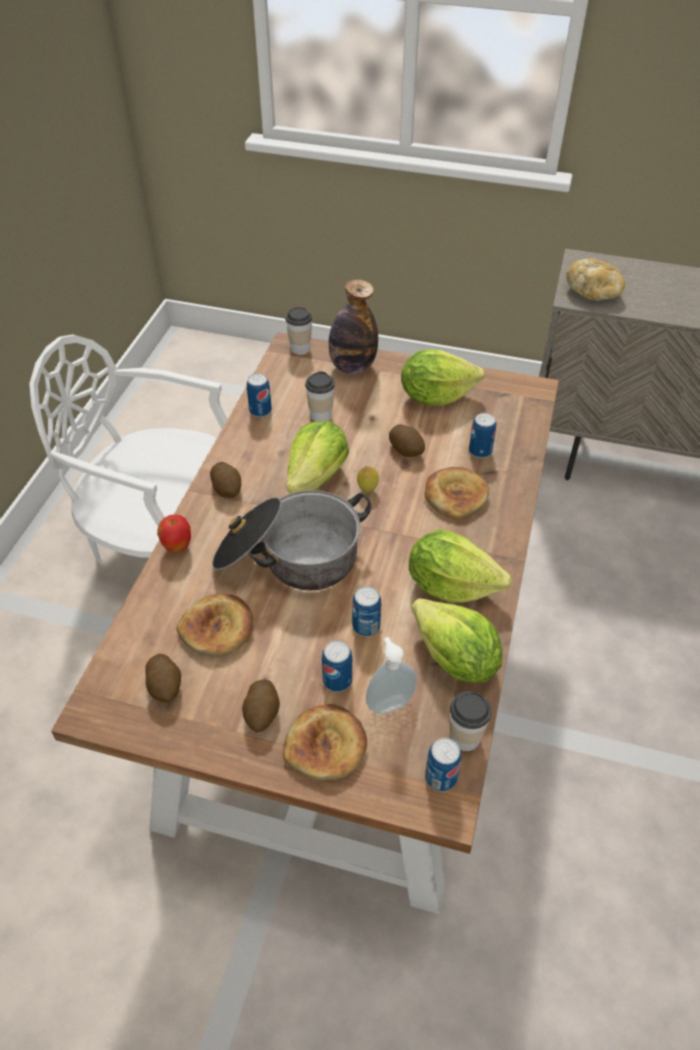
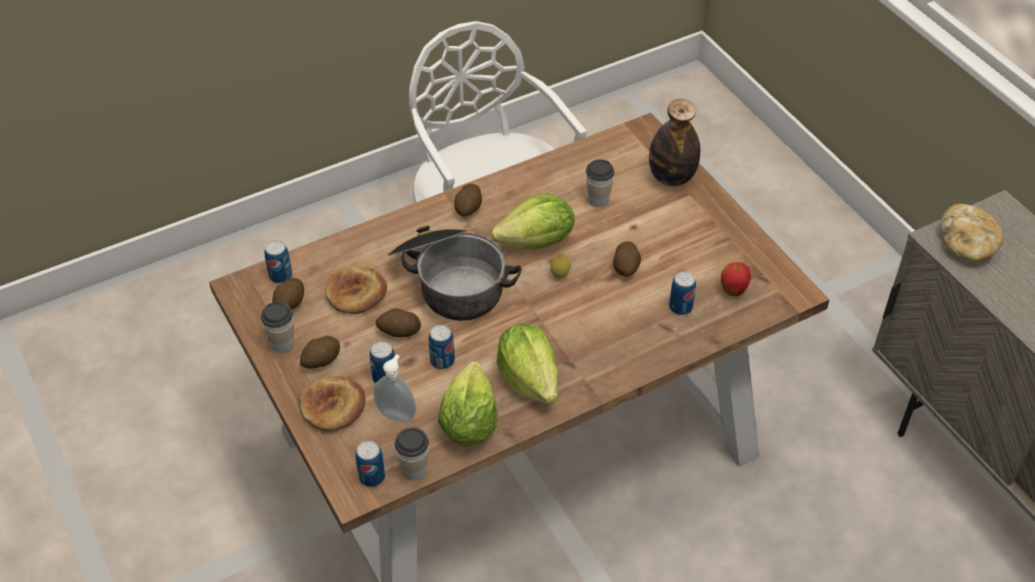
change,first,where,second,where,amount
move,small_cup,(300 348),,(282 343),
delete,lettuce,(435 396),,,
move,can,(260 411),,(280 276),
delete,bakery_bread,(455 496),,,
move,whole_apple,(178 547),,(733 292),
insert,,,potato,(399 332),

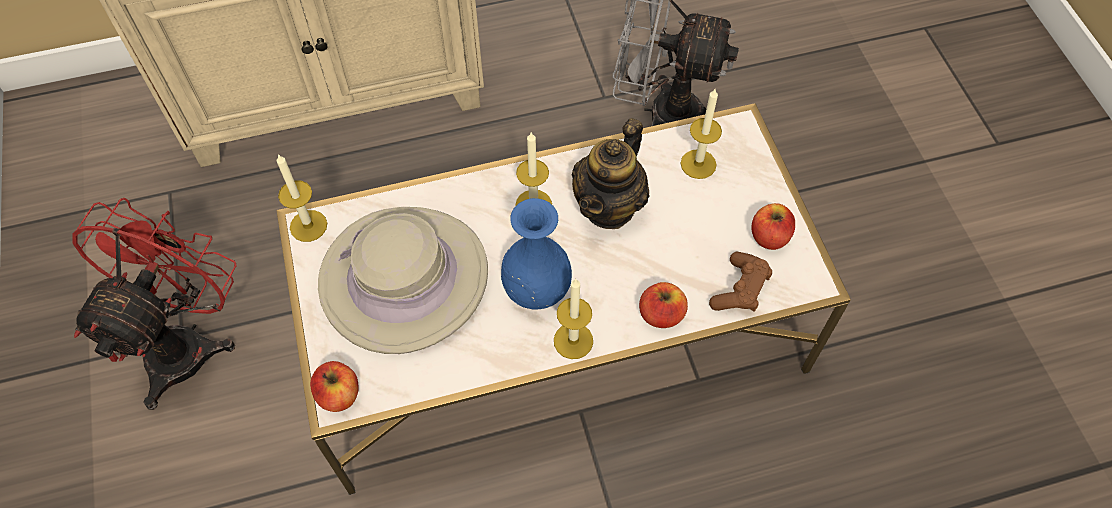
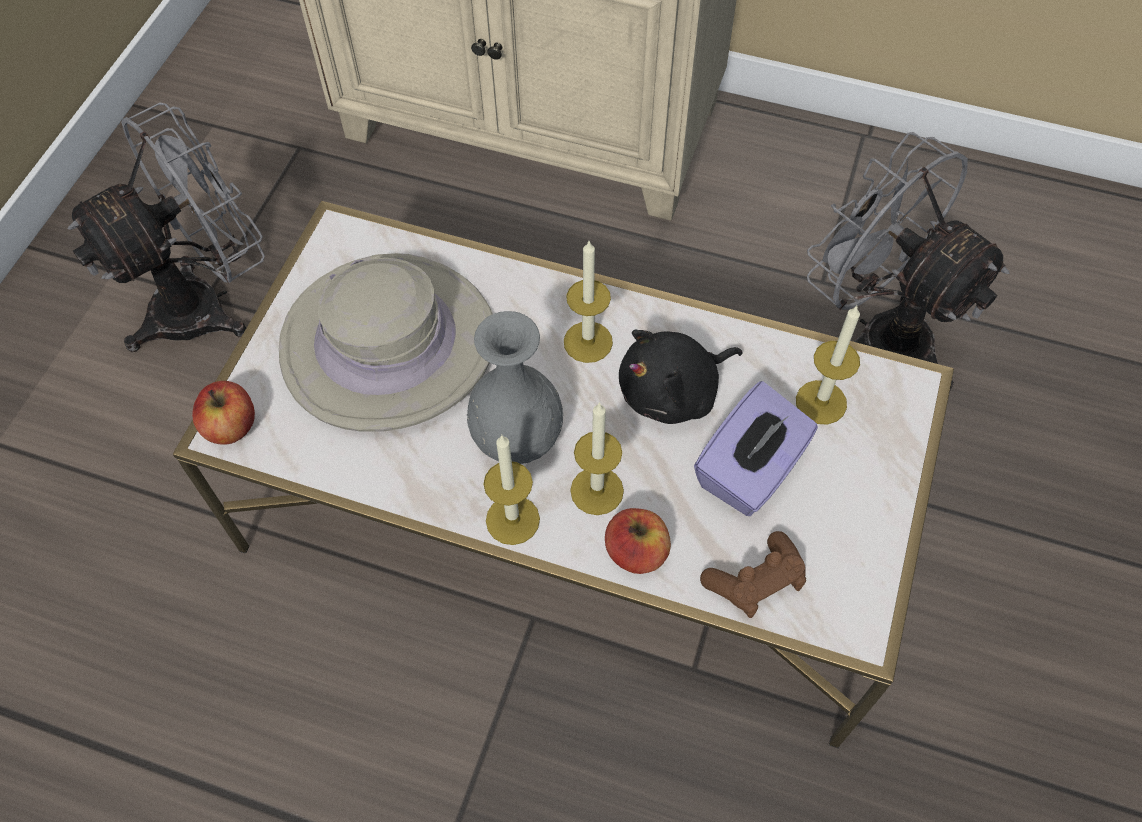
change,first,where,second,where,amount
replace,tea_pot,(609 206),black_cuddly_toy,(673 392),
move,wax_light,(308 226),,(597 490),
recolor,red_fan,(186 341),grey_fan,(207 303),
recolor,bluish_decorative_vase,(536 289),grey_decorative_vase,(518 437),
delete,whole_apple,(769 236),,,
insert,,,purple-coloured_box_of_tissues,(750 470),

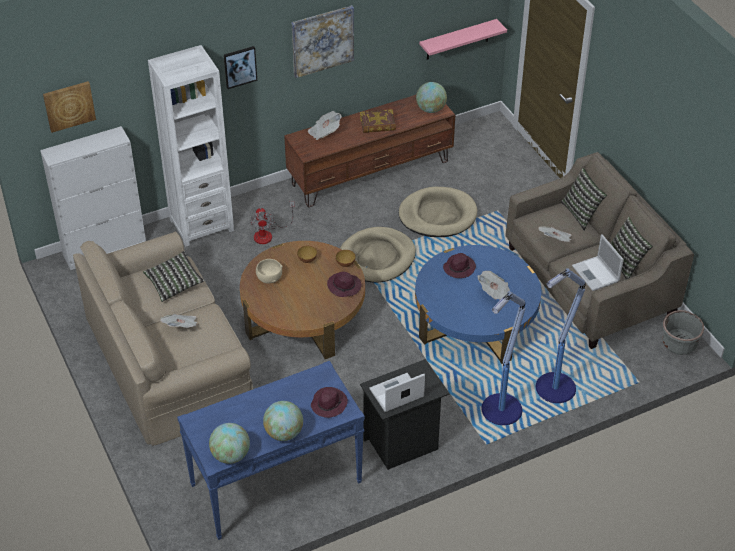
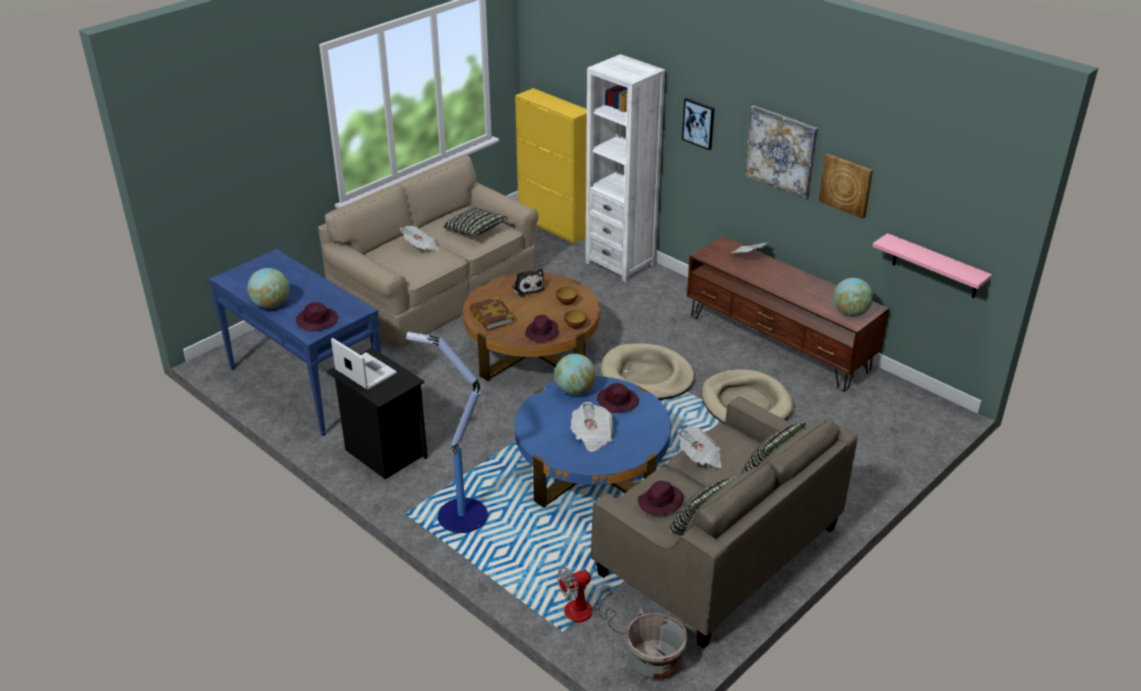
change,first,where,second,where,amount
move,wall_art,(69 105),,(846 185),
move,bound_book,(377 124),,(491 317),
recolor,white_cupboard,(105 249),yellow-coloured_cupboard,(554 225),
move,fan,(268 234),,(588 615),
replace,portable_computer,(596 274),purple-coloured_clothing_hat,(660 503),
replace,sand-coloured_deep_dish,(269 278),cuddly_toy,(527 287),
delete,floor_lamp,(554 389),,,
move,desk_globe,(230 455),,(575 390),

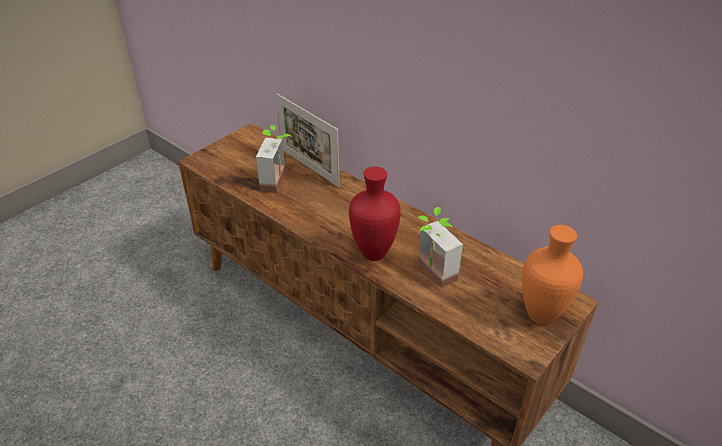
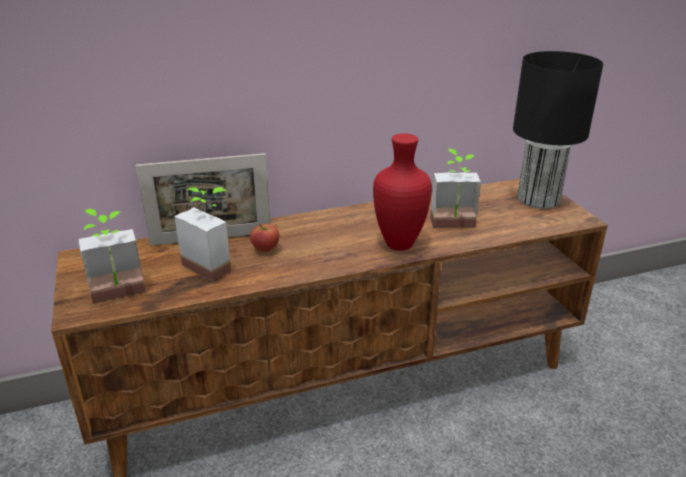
change,first,where,second,where,amount
replace,orange_decorative_vase,(539 314),black_table_lamp,(537 199),
insert,,,plant_in_a_pot,(119 296),
insert,,,whole_apple,(265 249),

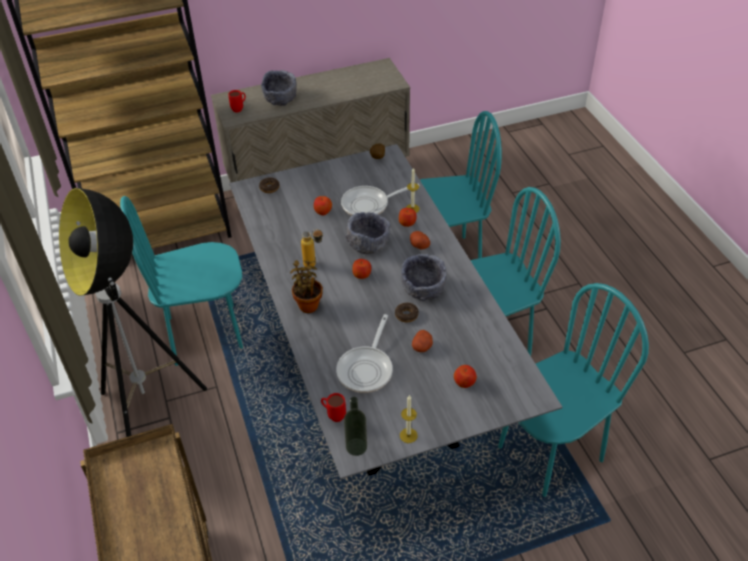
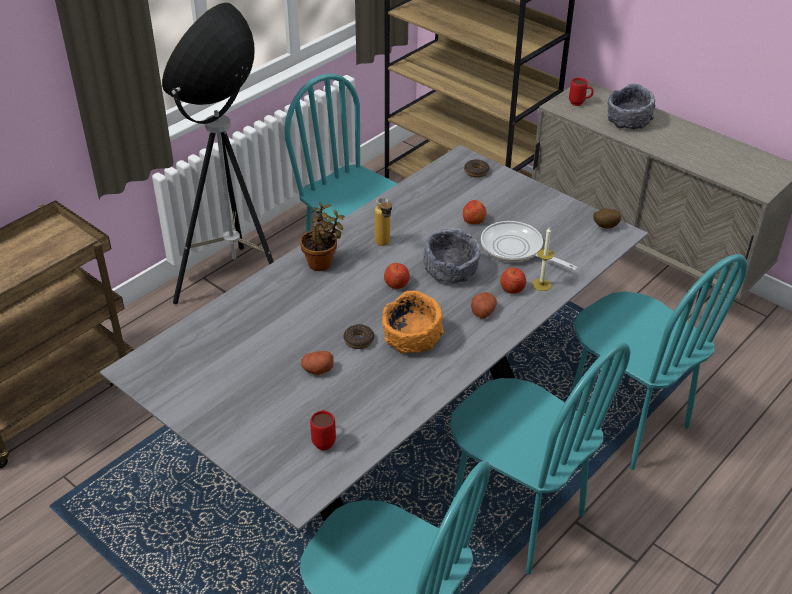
change,first,where,second,where,amount
recolor,grey_deep_dish,(423 288),orange_deep_dish,(412 339),
delete,frying_pan,(367 369),,,
delete,whole_apple,(464 382),,,
move,red_mug,(333 415),,(324 440),
delete,wax_light,(408 435),,,
delete,drink_bottle,(356 446),,,

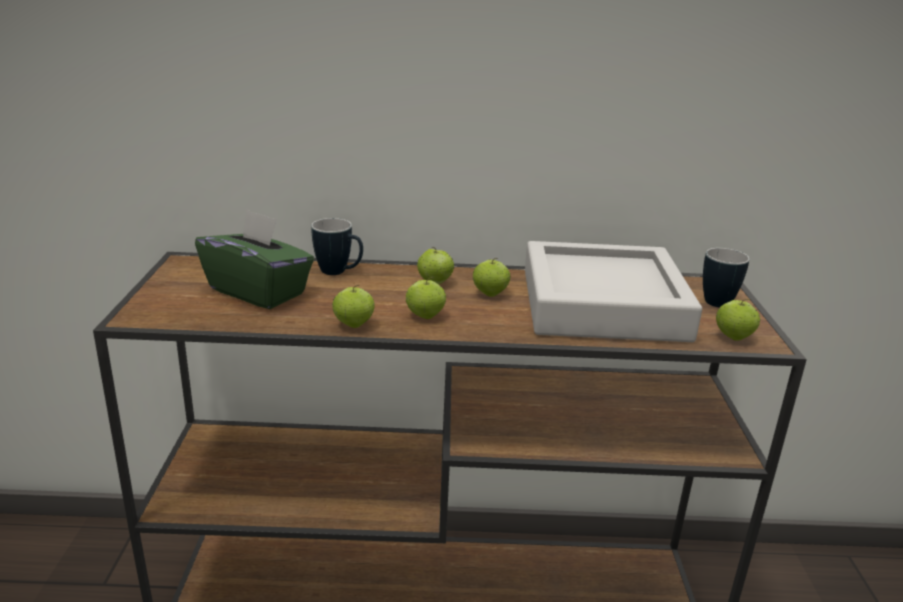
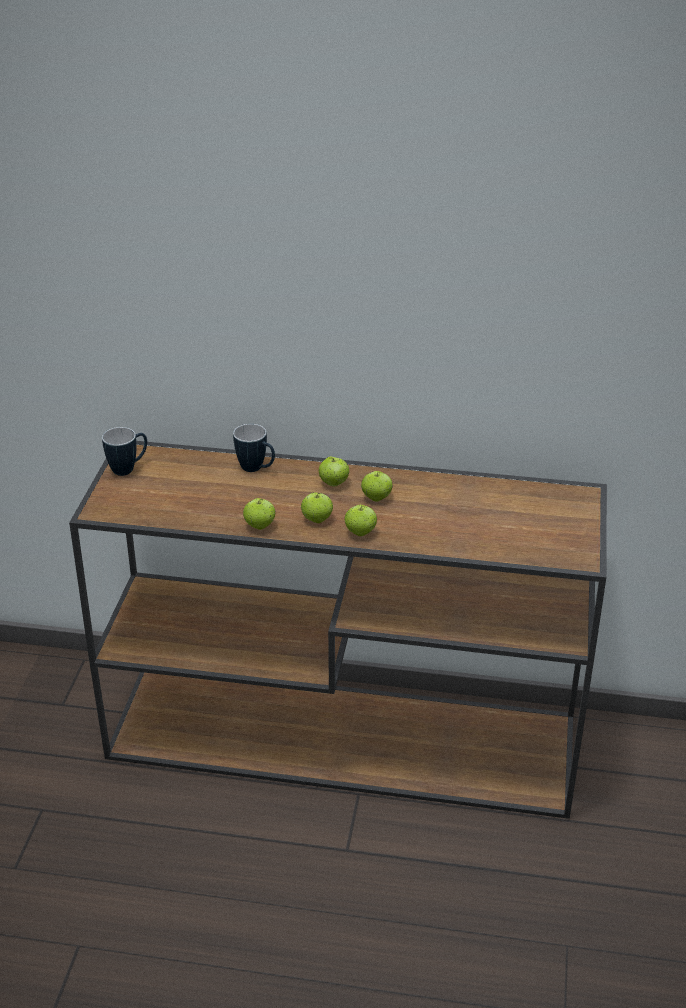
change,first,where,second,where,amount
delete,green-coloured_box_of_tissues,(258 291),,,
delete,grey_tray,(602 304),,,
move,mug,(721 301),,(128 468),
move,whole_apple,(733 337),,(360 532),

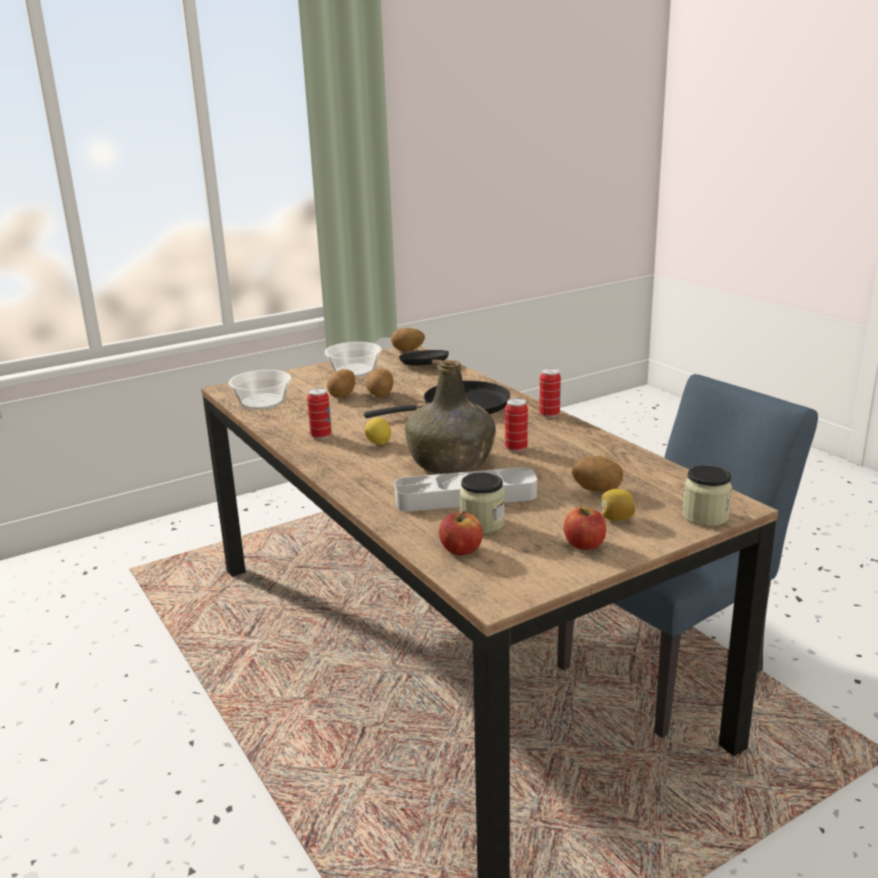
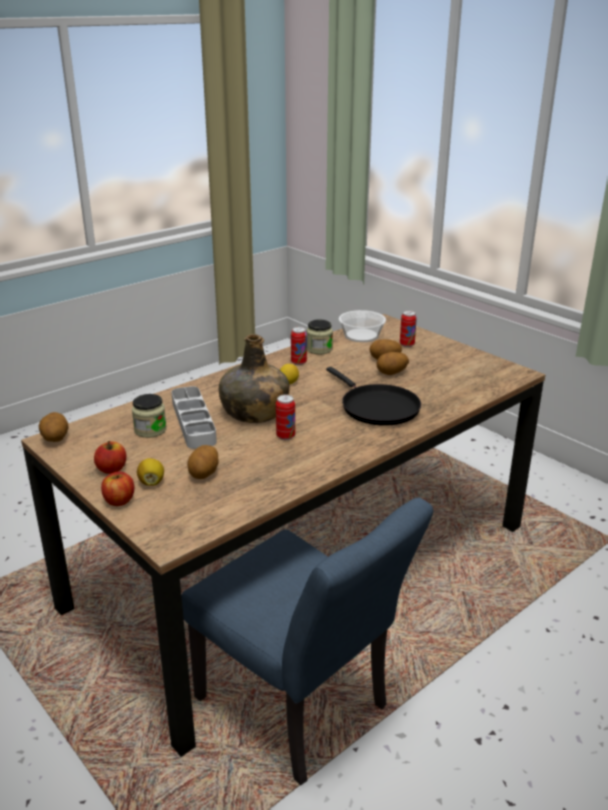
change,first,where,second,where,amount
move,potato,(408 350),,(55 439),
delete,deep_dish,(353 370),,,
delete,black_frying_pan,(426 366),,,
move,can,(549 415),,(407 345),
move,storage_jar,(705 516),,(319 349),
move,whole_apple,(461 550),,(119 501),

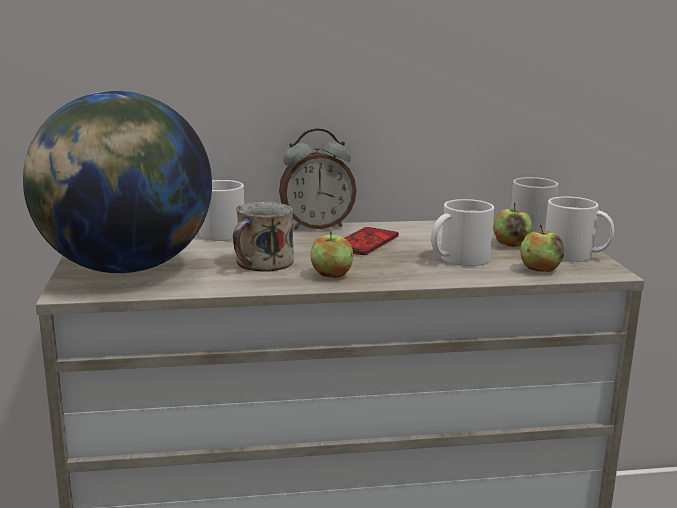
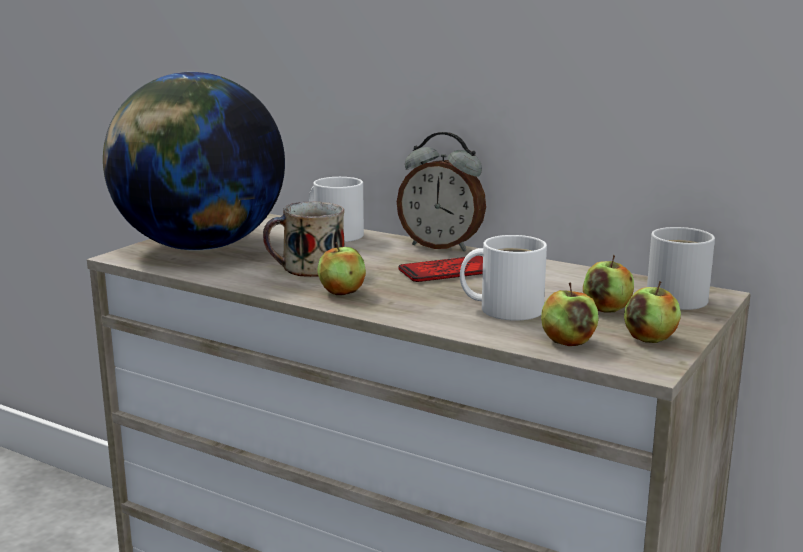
change,first,where,second,where,amount
replace,white_mug,(572 255),whole_apple,(650 338),

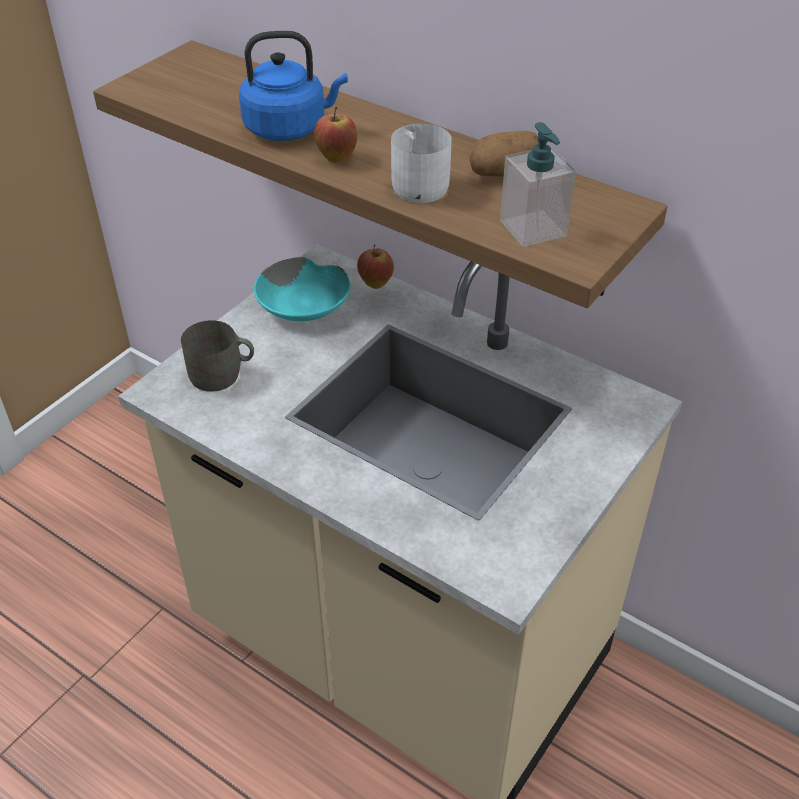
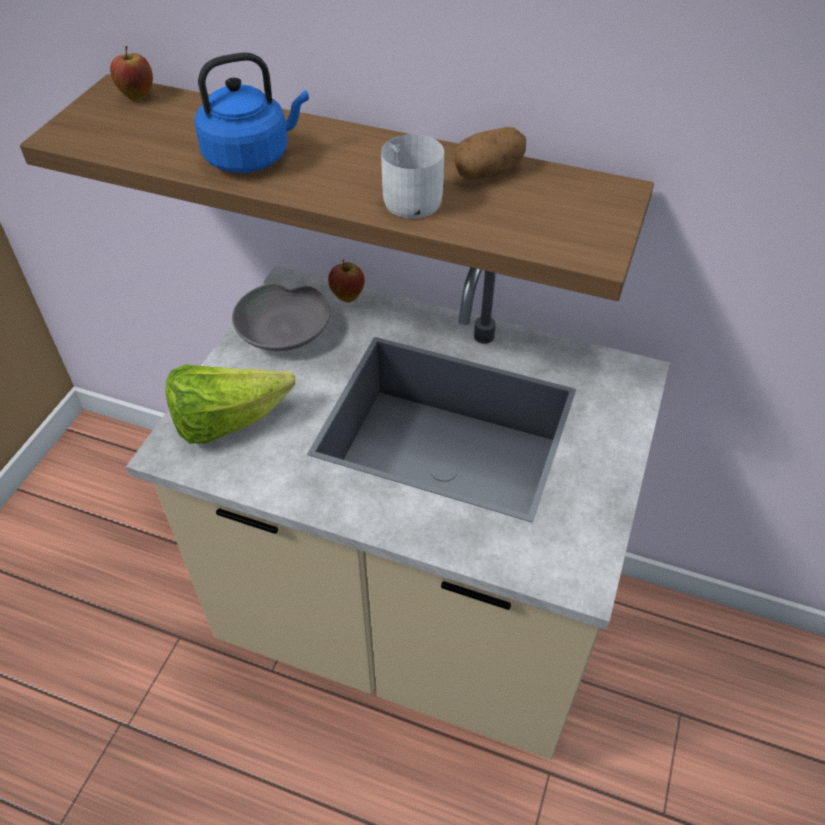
change,first,where,second,where,amount
move,whole_apple,(336 158),,(137 96),
delete,soap_bottle,(533 229),,,
recolor,turquoise-coloured_deep_dish,(305 304),grey_deep_dish,(285 330),
replace,grey_mug,(222 374),lettuce,(227 421),

